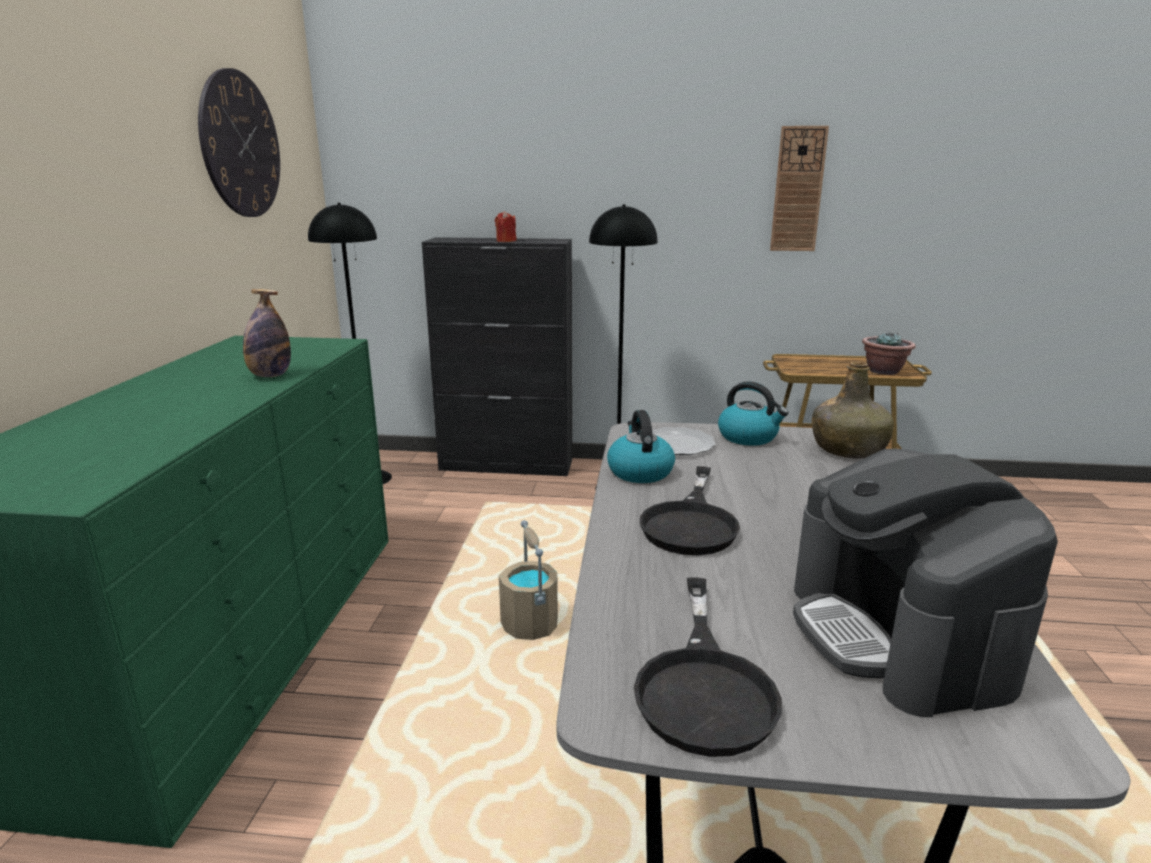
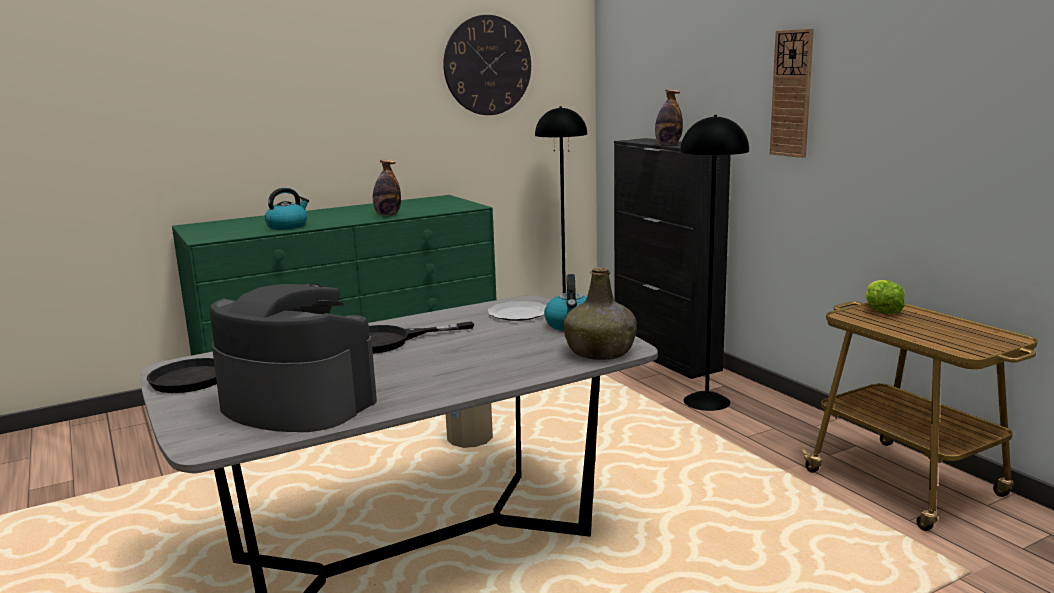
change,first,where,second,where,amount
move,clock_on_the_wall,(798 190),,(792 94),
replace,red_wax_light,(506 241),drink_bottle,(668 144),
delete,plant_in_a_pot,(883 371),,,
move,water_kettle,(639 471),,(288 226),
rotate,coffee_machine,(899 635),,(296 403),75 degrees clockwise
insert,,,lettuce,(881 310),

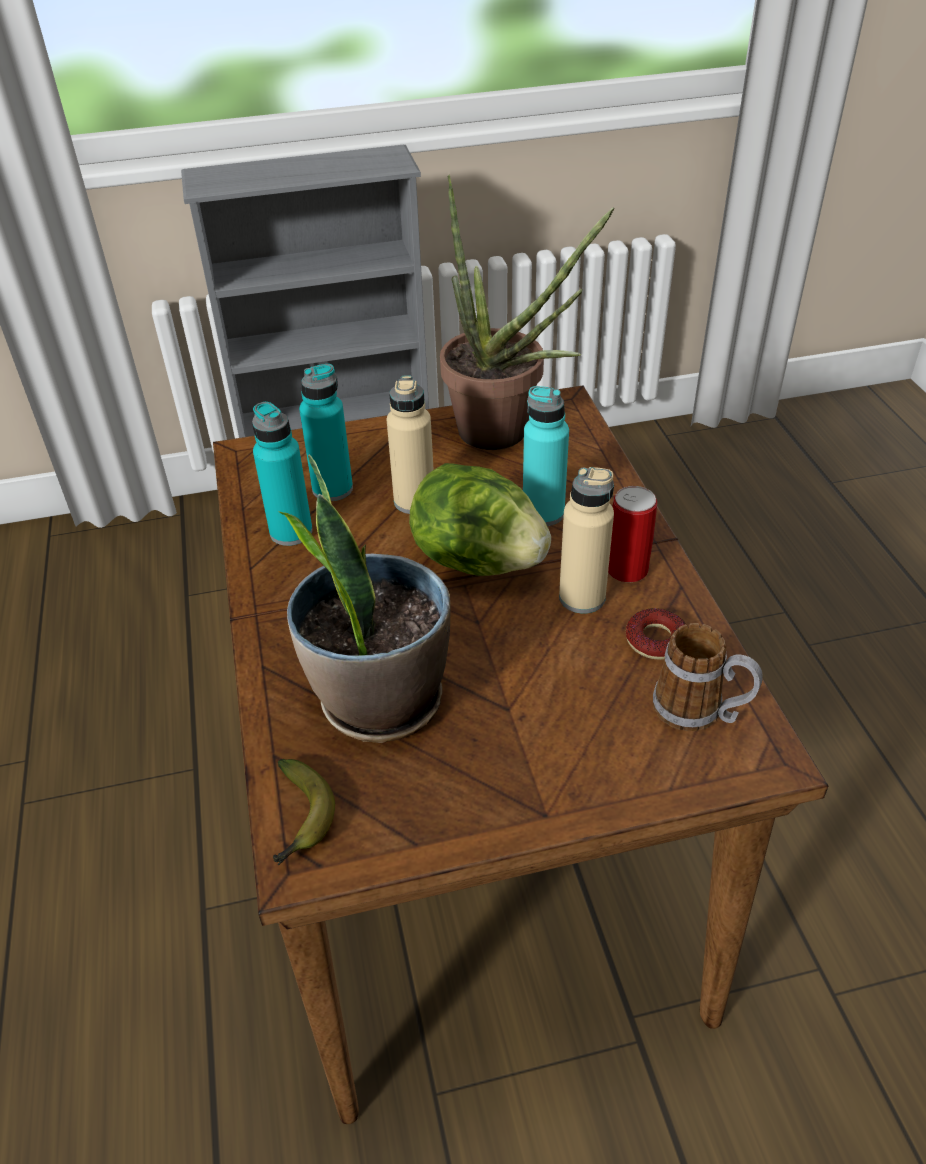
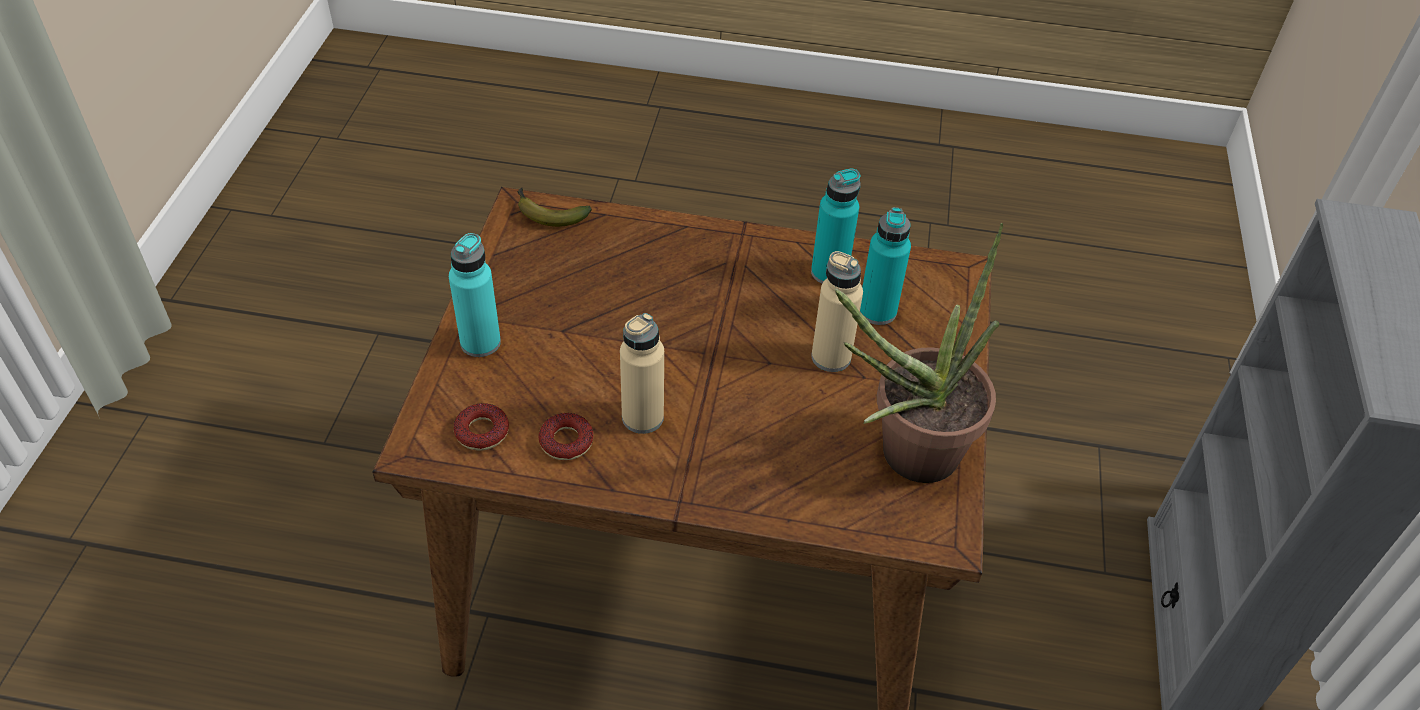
change,first,where,second,where,amount
move,turquoise-coloured_drink_bottle,(543 513),,(480 342),
delete,plant_in_a_pot,(379 699),,,
delete,lettuce,(478 561),,,
delete,can,(627 569),,,
replace,mug,(700 712),doughnut,(482 432),

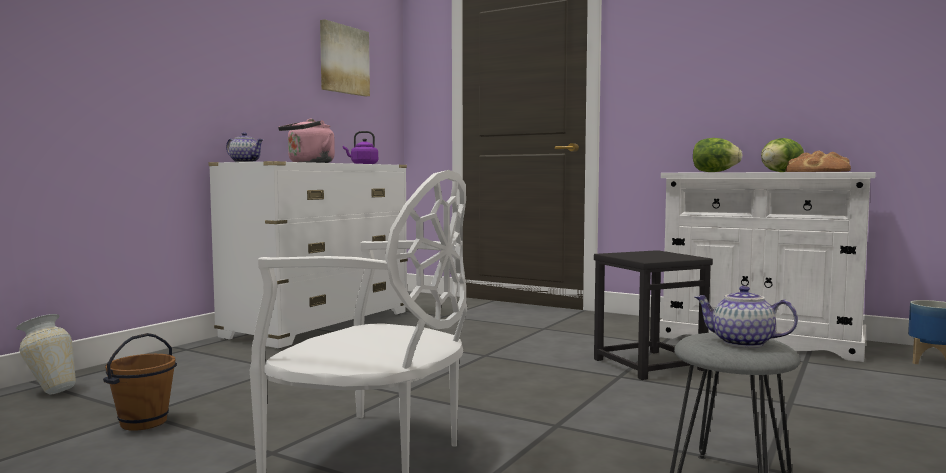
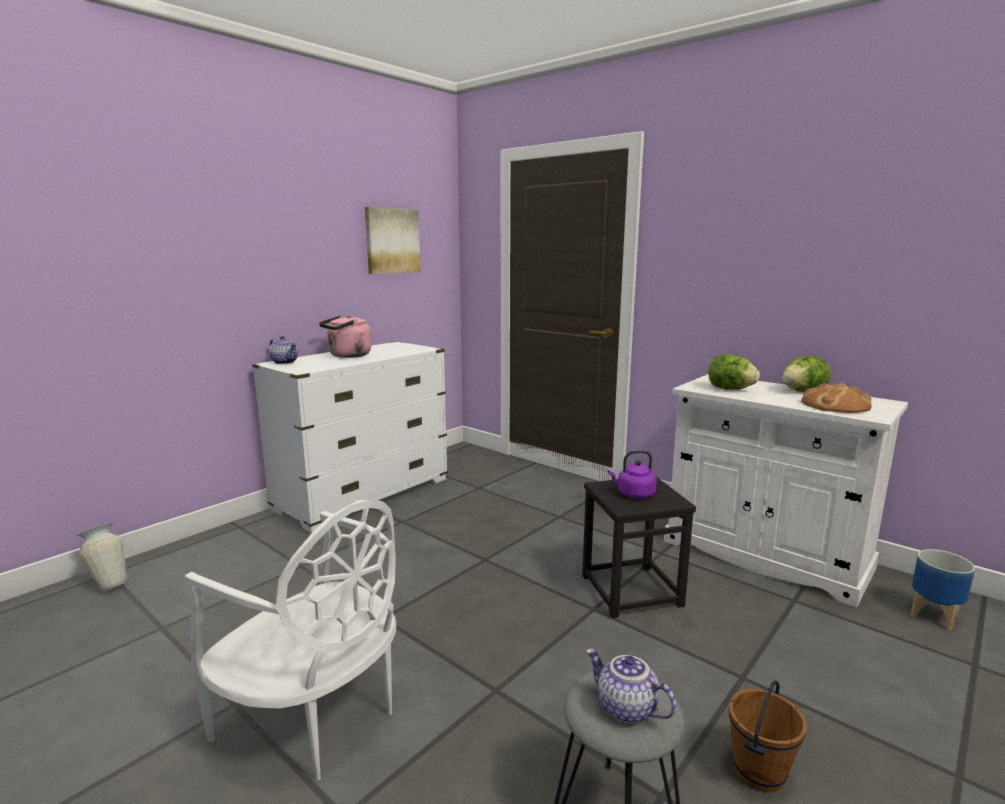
change,first,where,second,where,amount
move,purple-coloured_water_kettle,(363 164),,(633 494),
move,brown_water_bucket,(144 423),,(760 773),

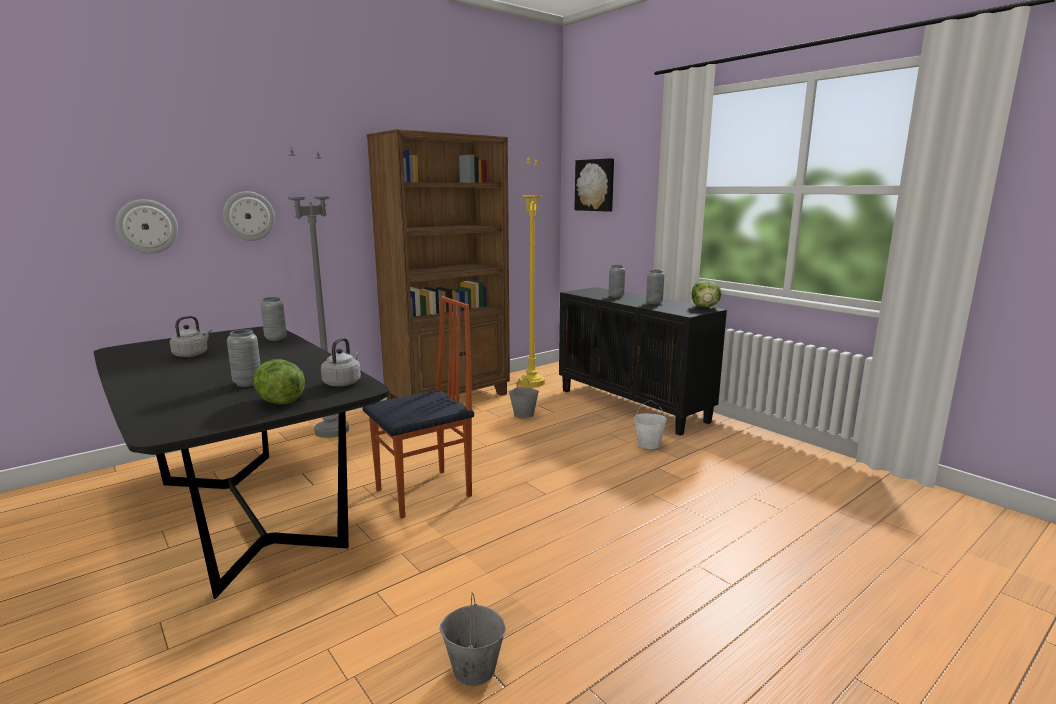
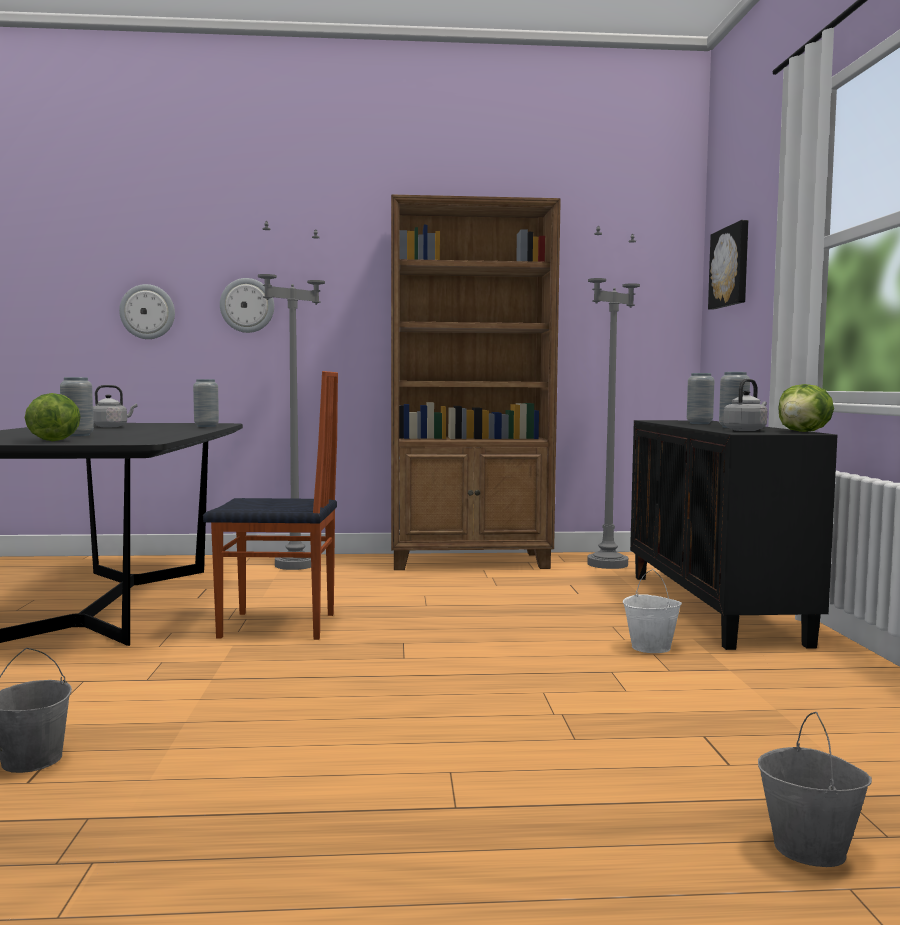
change,first,where,second,where,amount
recolor,yellow-coloured_floor_lamp,(532 382),grey_floor_lamp,(607 564),
move,grey_water_kettle,(343 383),,(746 430),
move,grey_water_bucket,(524 414),,(810 849),

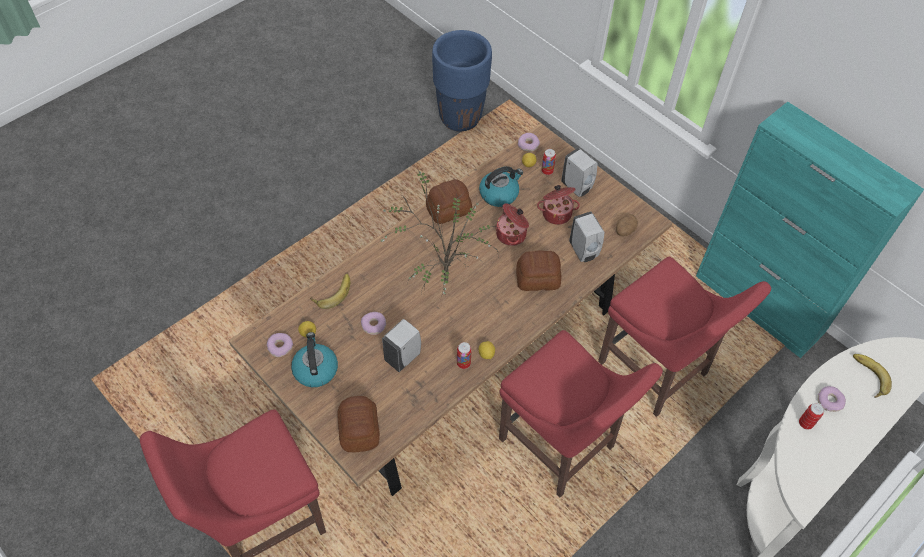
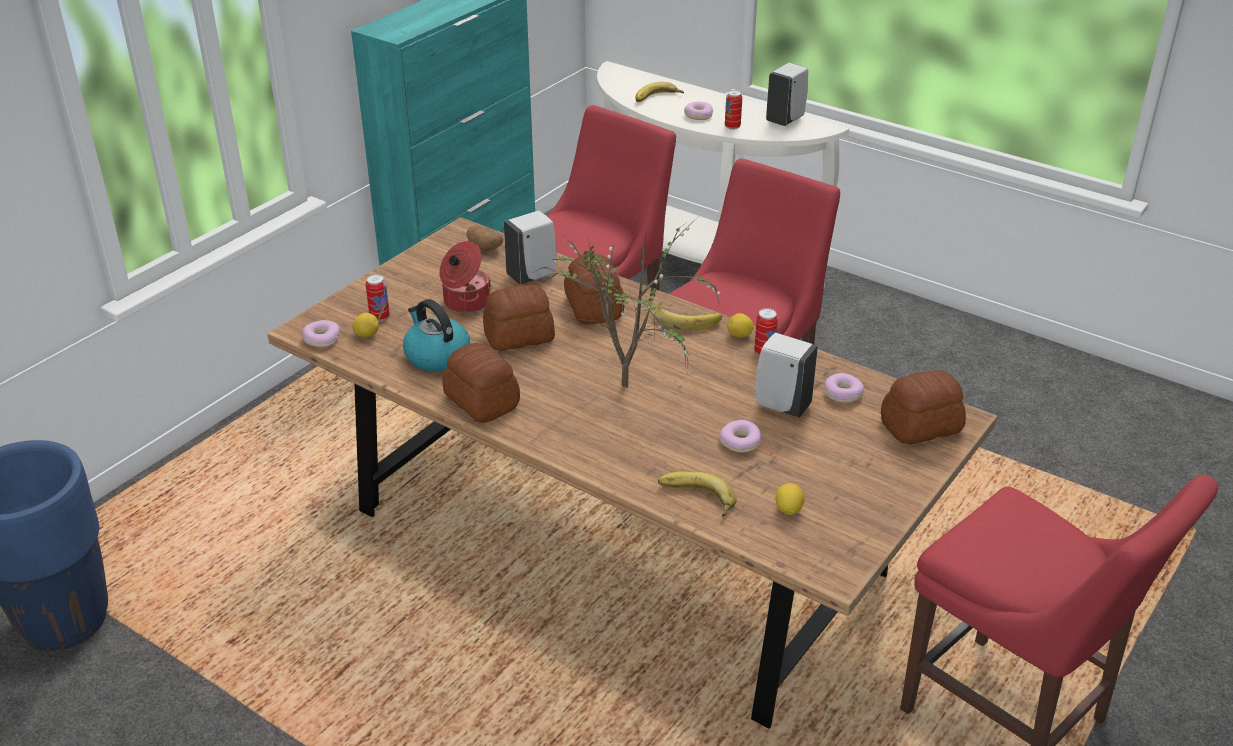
change,first,where,second,where,amount
move,white_soap_bottle,(577 188),,(786 119),
replace,saucepot,(512 234),bakery_bread,(518 336),
delete,water_kettle,(315 369),,,
move,doughnut,(280 346),,(842 394),
insert,,,whole_banana,(687 319),

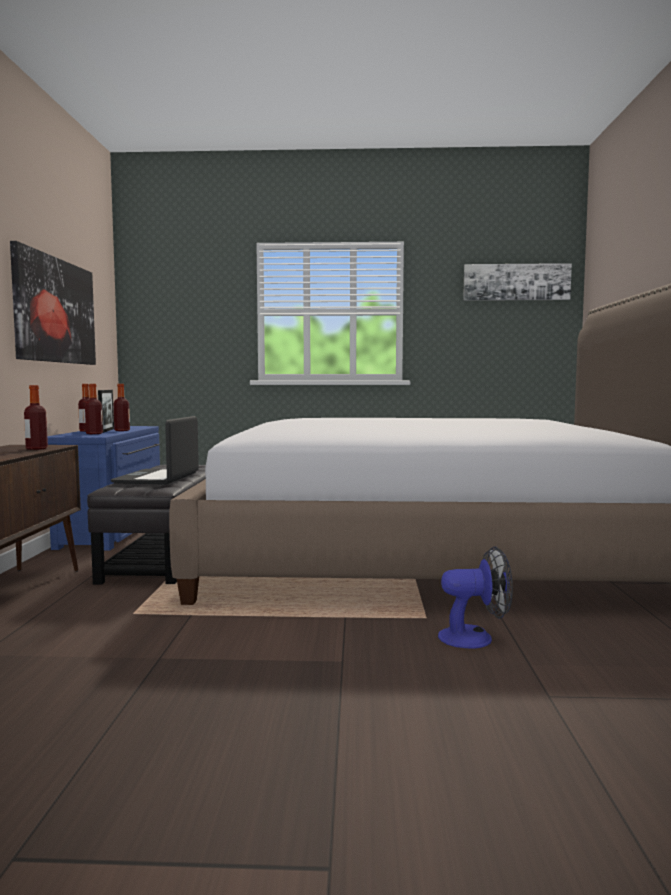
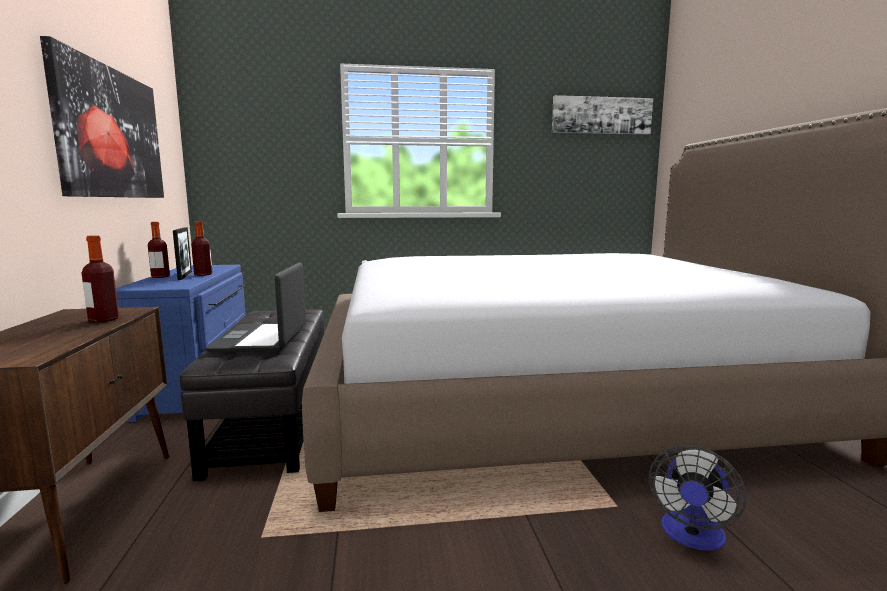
change,first,where,second,where,amount
delete,drink_bottle,(94 433),,,
rotate,fan,(475 637),,(691 537),135 degrees clockwise

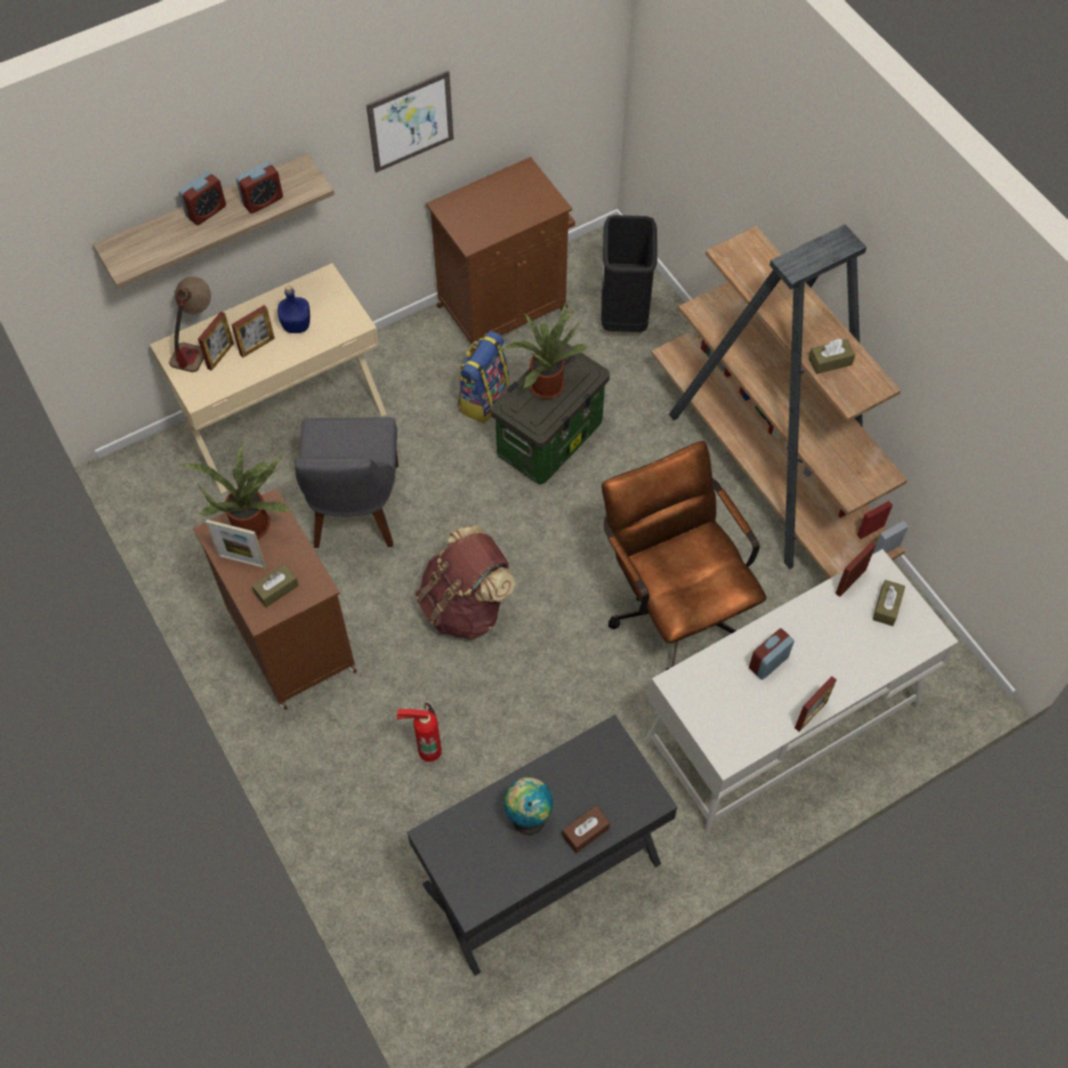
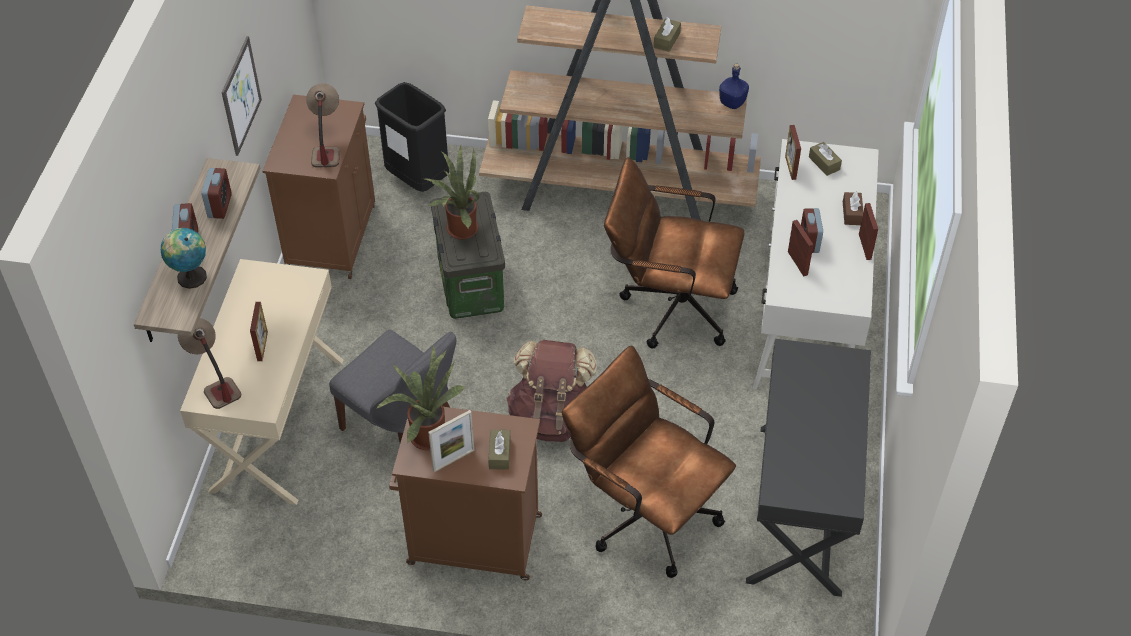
change,first,where,second,where,amount
move,bluish_drink_bottle,(297 325),,(732 102),
move,picture_frame,(220 356),,(797 263),
delete,rucksack,(483 398),,,
replace,fire_extinguisher,(428 748),brown_computer_chair,(644 512),
move,desk_globe,(528 817),,(190 276),
move,brown_box_of_tissues,(585 832),,(852 213),
insert,,,table_lamp,(326 146),

